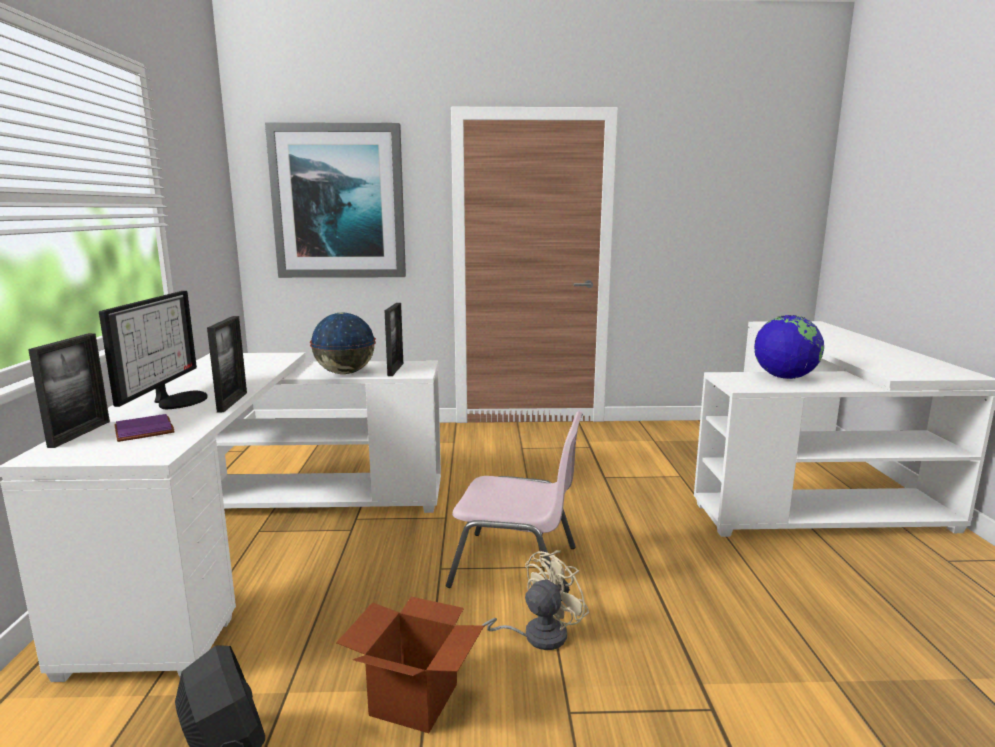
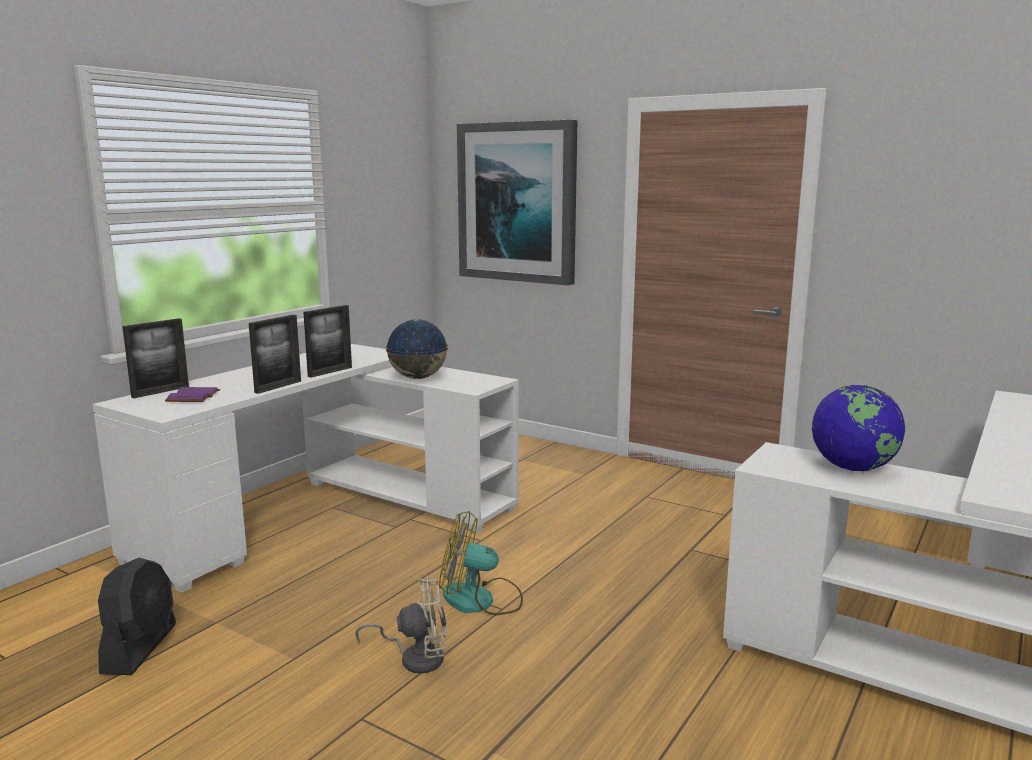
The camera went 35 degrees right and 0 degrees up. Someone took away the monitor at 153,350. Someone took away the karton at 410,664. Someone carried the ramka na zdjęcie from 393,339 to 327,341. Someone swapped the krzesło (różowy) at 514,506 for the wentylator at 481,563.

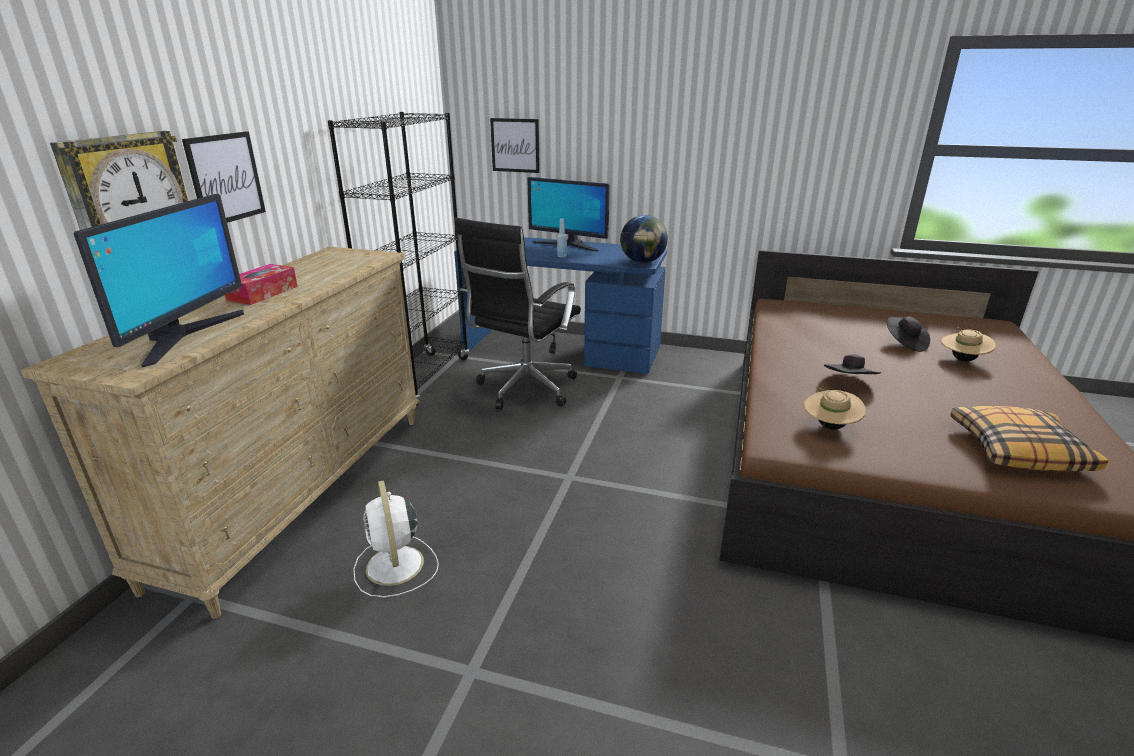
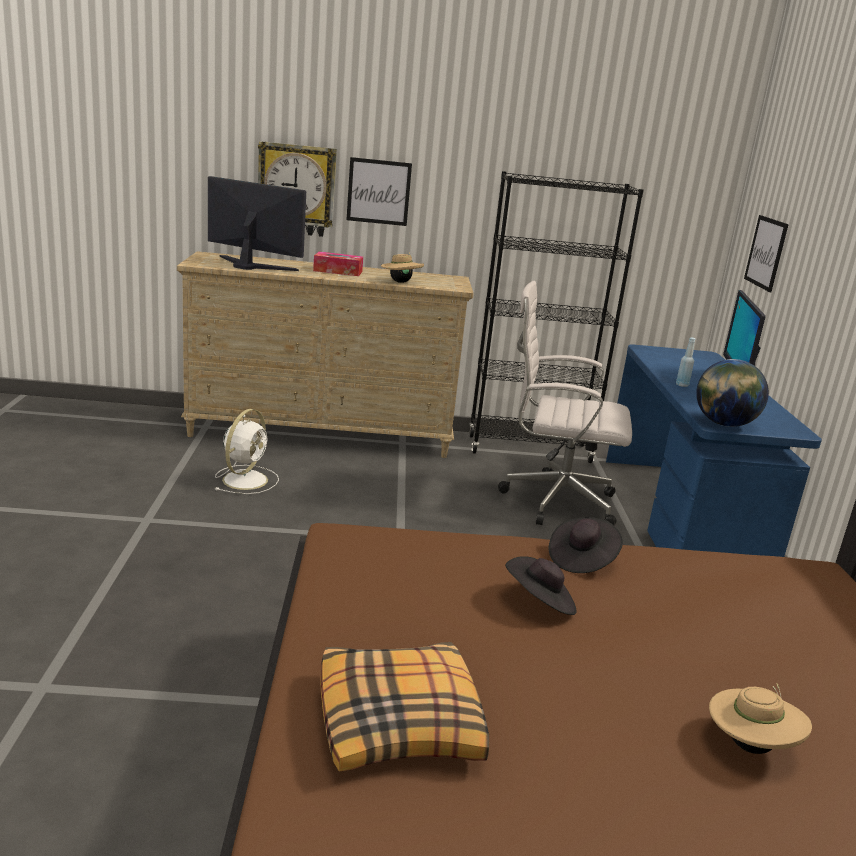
The camera went 70 degrees right and 5 degrees down. Someone carried the kapelusz (beżowy) from 834,409 to 402,268. Someone carried the kapelusz (czarny) from 908,334 to 586,545. Someone repainted the krzesło biurowe (czarny) at 518,314, which became the krzesło biurowe (biały) at 565,403. Someone rotated the monitor at 159,280 by 150 degrees counterclockwise. Someone rotated the wentylator (biały) at 396,538 by 150 degrees clockwise.

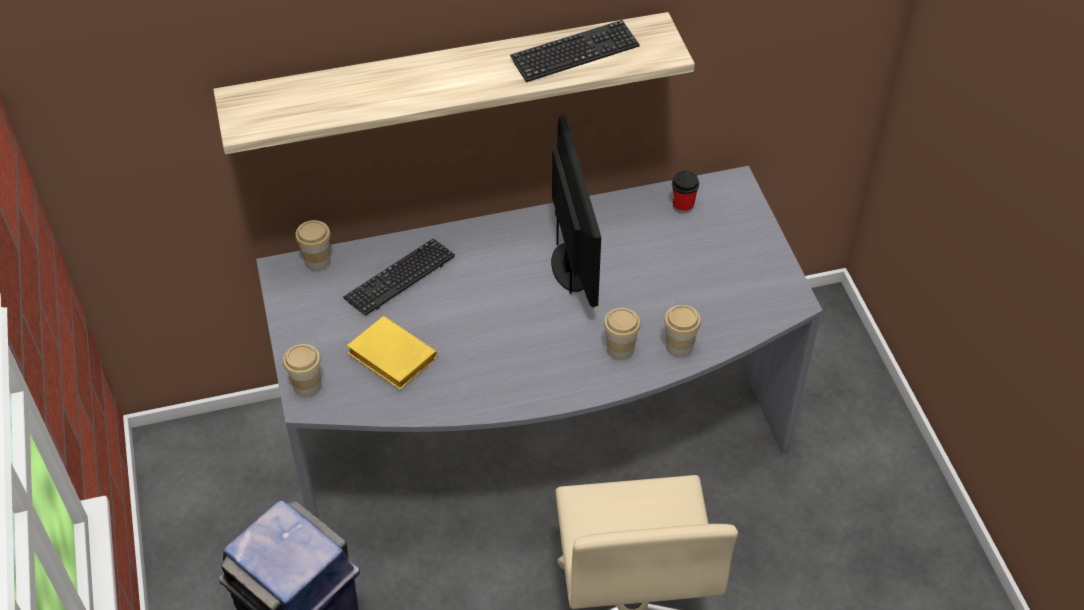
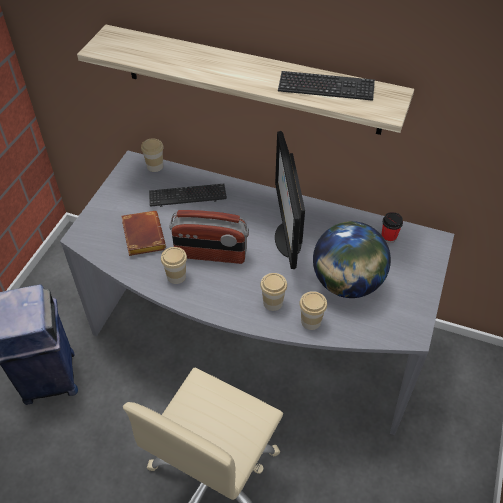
The camera went 35 degrees right and 0 degrees up. Someone put down the radio at 209,237. Someone put down the globus at 352,259. Someone carried the filiżanka from 302,370 to 174,265. Someone repainted the książka (żółty) at 392,353, which became the książka (brązowy) at 143,233. Someone rotated the monitor at 576,212 by 150 degrees clockwise.

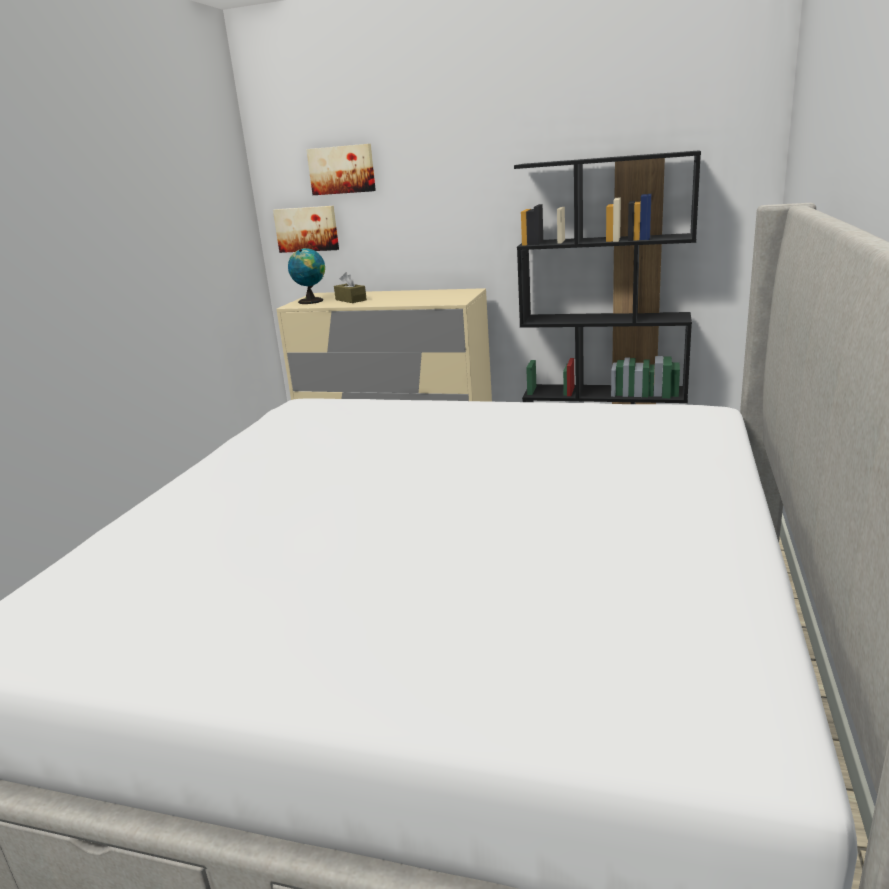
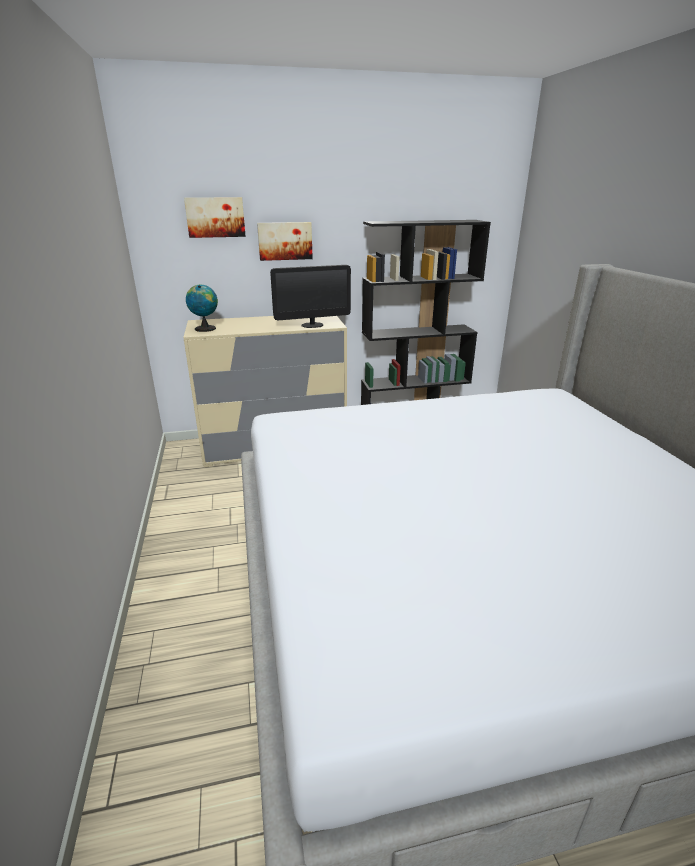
The camera went 30 degrees left and 5 degrees up. Someone took away the pudełko chusteczek (brązowy) at 350,287. Someone put down the monitor at 310,296. Someone carried the obraz from 306,229 to 285,241.

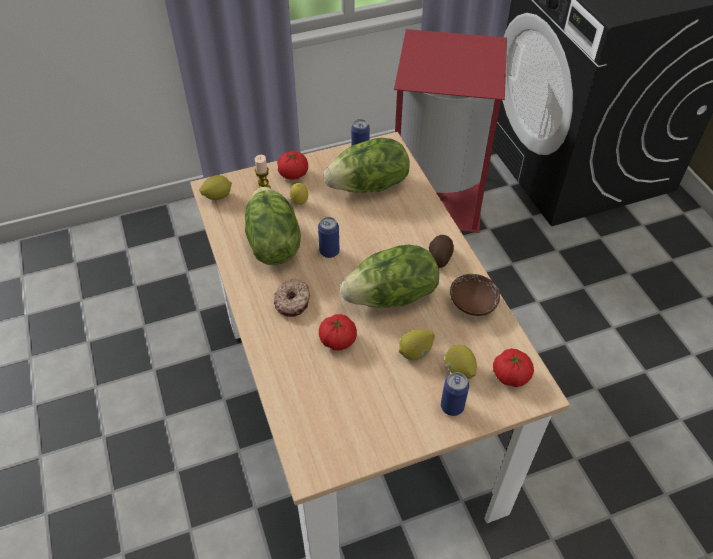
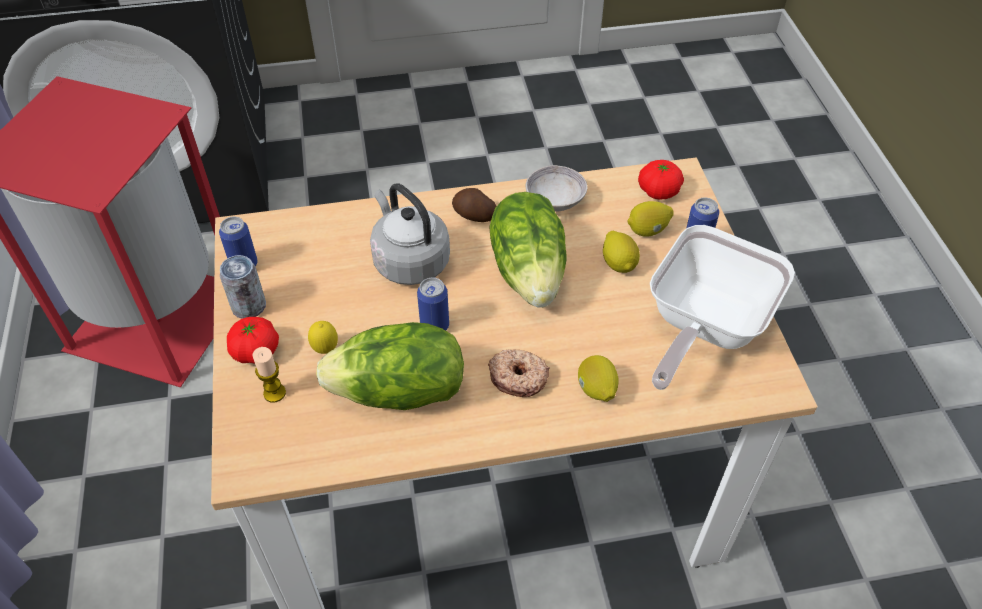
The camera went 80 degrees left and 0 degrees up. Someone took away the pomidor at 338,332. Someone took away the sałata at 367,165. Someone put down the puszka at 243,287. Someone put down the czajnik (szary) at 410,234. Someone put down the patelnia at 722,307. Someone carried the cytryna from 215,187 to 598,378. Someone repainted the miska (brązowy) at 475,295, which became the miska (szary) at 556,188.

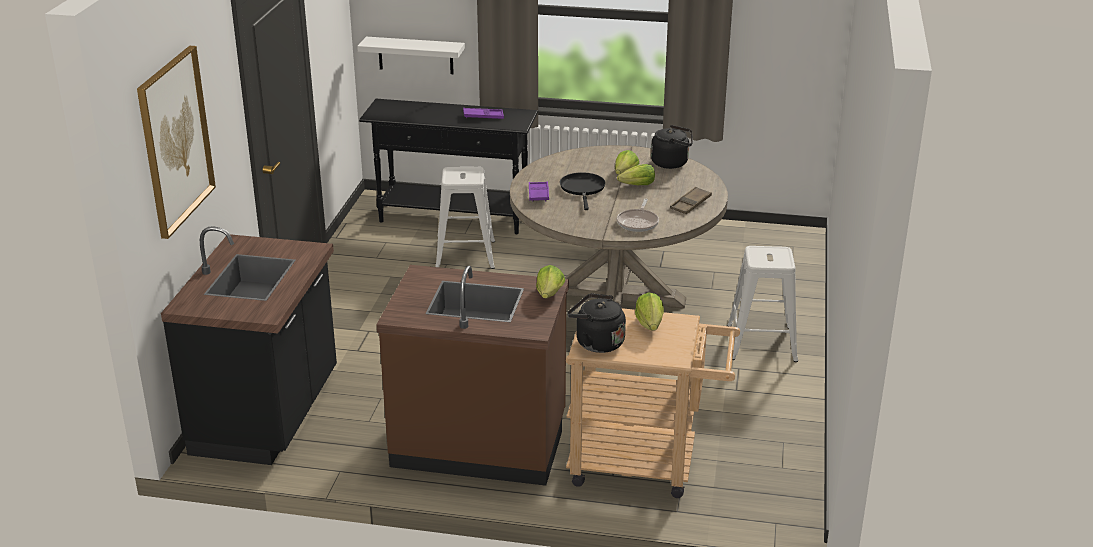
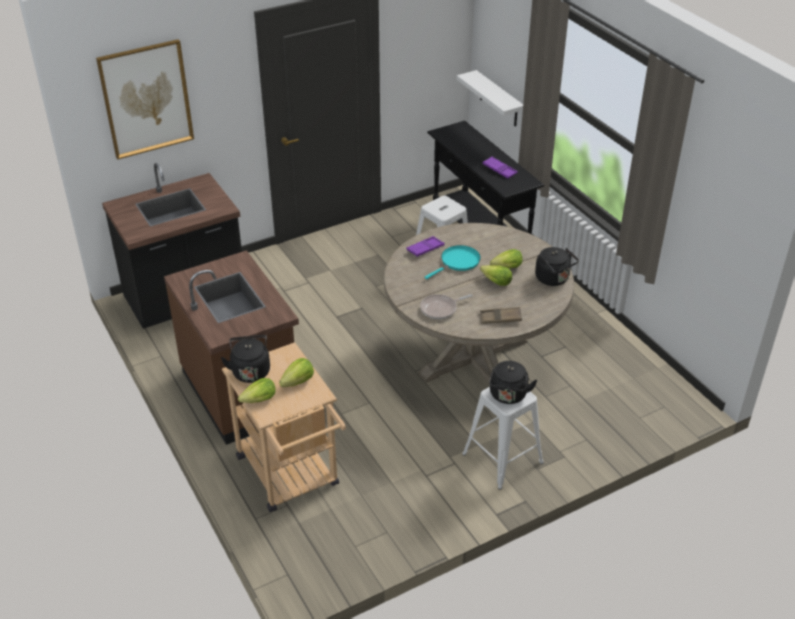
The camera went 50 degrees right and 10 degrees up. Someone put down the czajnik (czarny) at 513,382. Someone carried the sałata from 550,282 to 257,390. Someone repainted the patelnia (czarny) at 583,191, which became the patelnia (turkusowy) at 453,262.

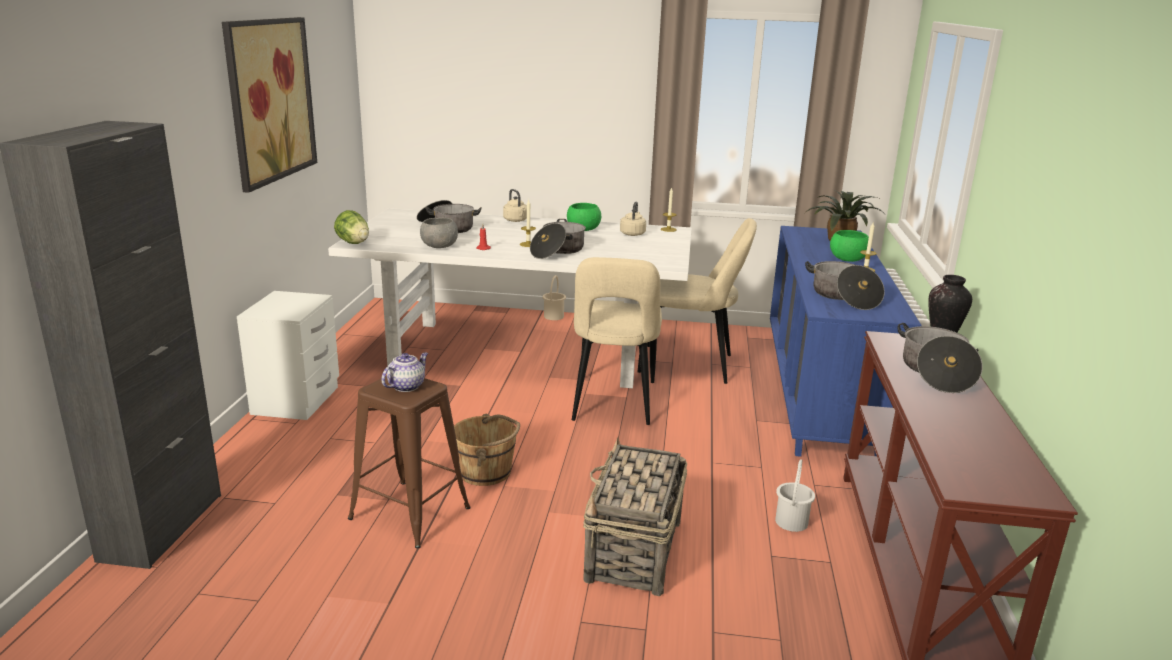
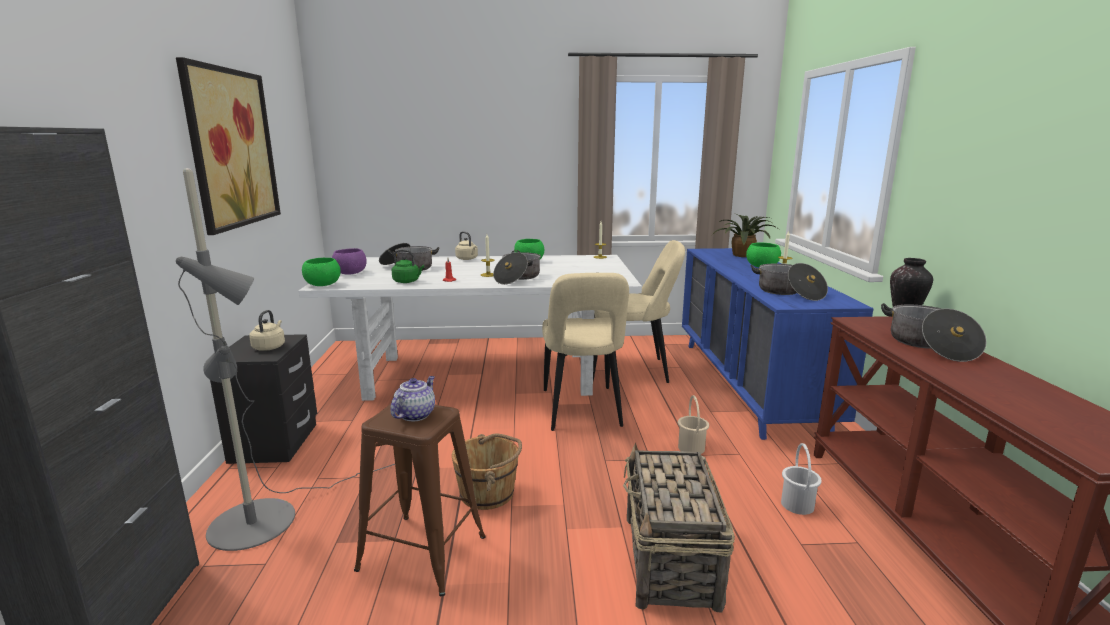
The camera went 10 degrees left and 5 degrees down. Someone put down the lampa stojąca (szary) at 285,359. Someone put down the miska (fioletowy) at 349,261. Someone carried the wiadro (beżowy) from 554,297 to 693,424. Someone carried the czajnik (beżowy) from 633,219 to 267,330. Someone swapped the sałata at 351,227 for the miska (zielony) at 321,272. Someone swapped the miska (szary) at 439,233 for the czajnik (zielony) at 408,266. Someone repainted the szafka nocna (biały) at 288,355, which became the szafka nocna (czarny) at 263,399.

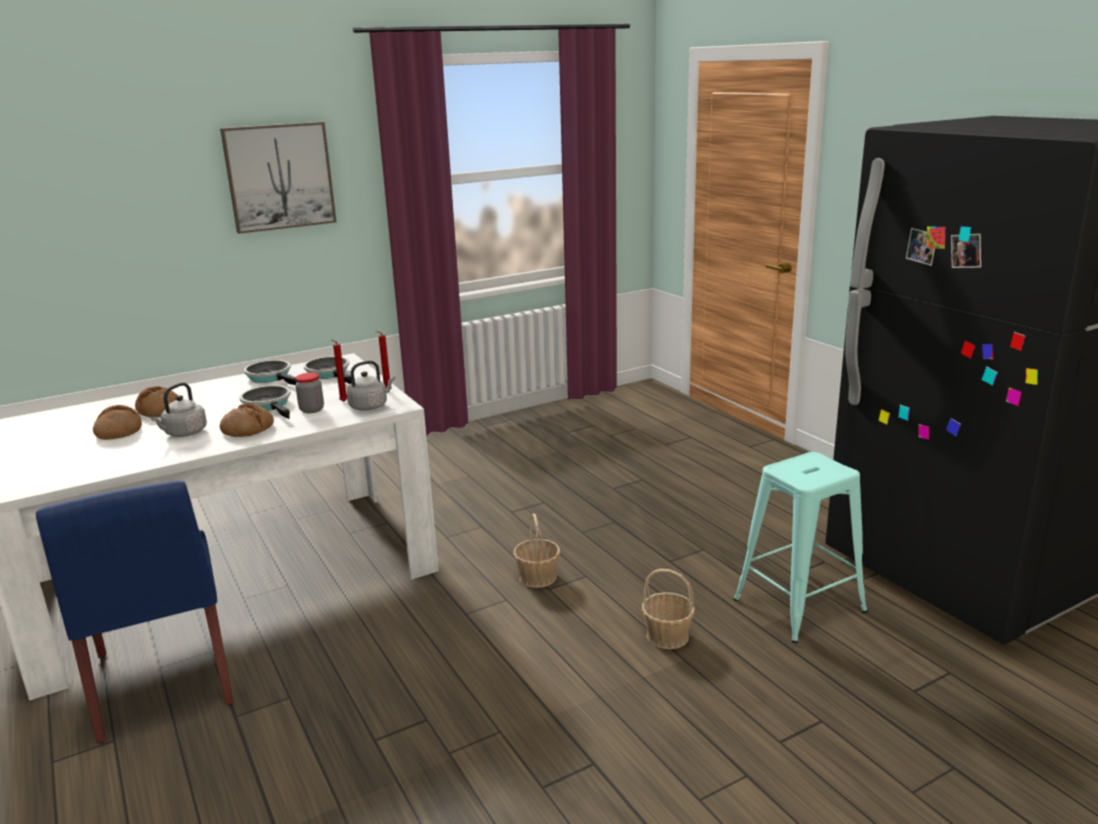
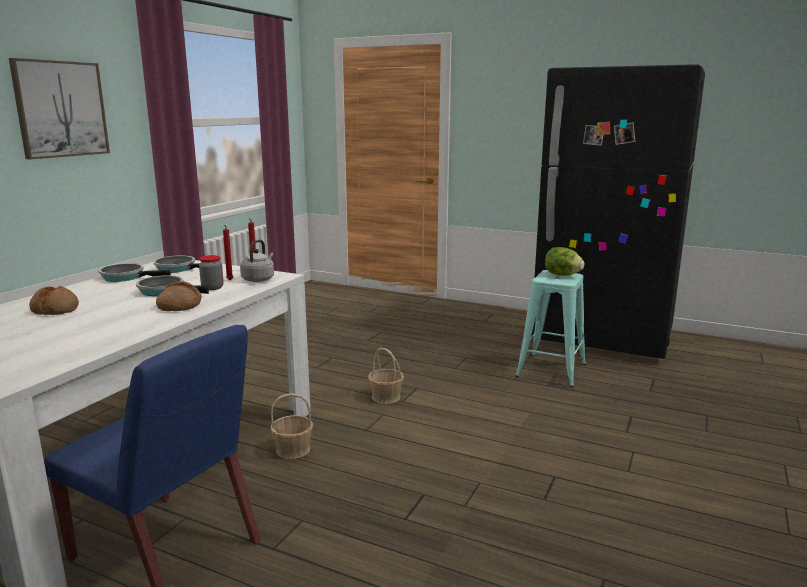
The camera went 35 degrees left and 5 degrees down. Someone took away the chleb at 117,422. Someone took away the czajnik (szary) at 179,410. Someone put down the sałata at 565,261. Someone carried the koszyk from 668,609 to 291,426.

